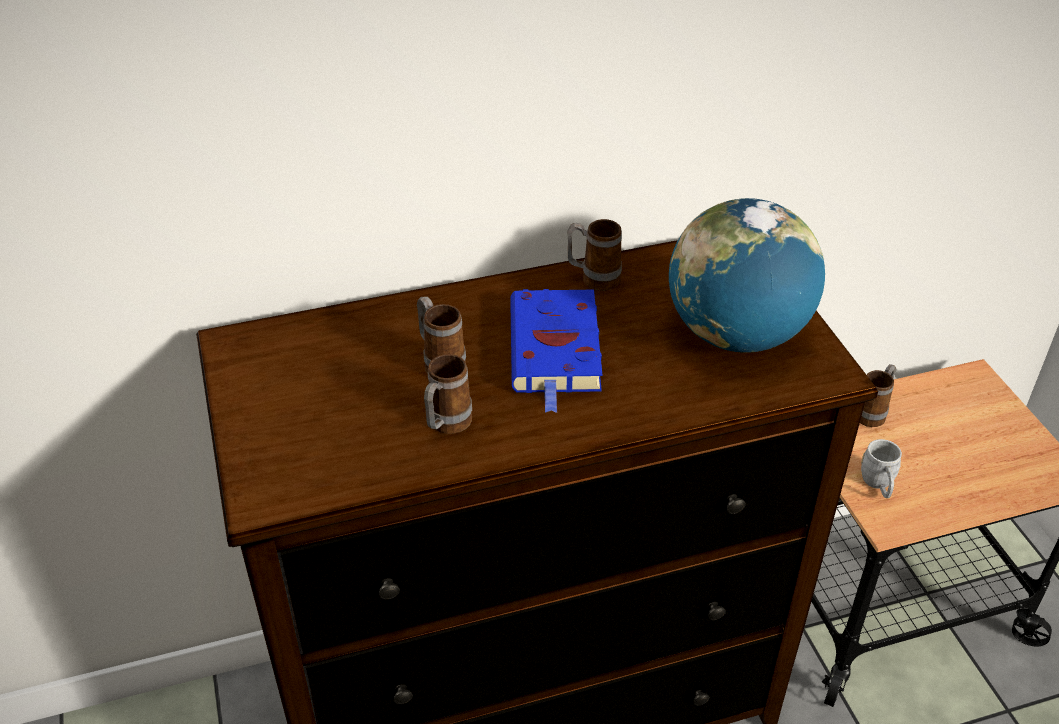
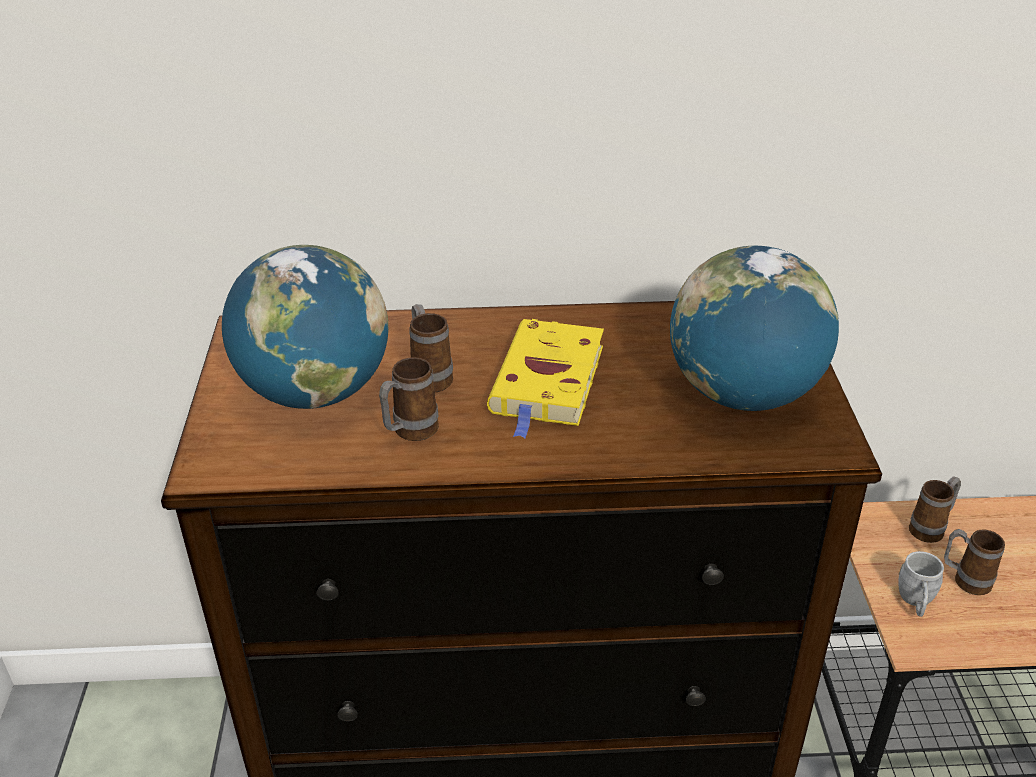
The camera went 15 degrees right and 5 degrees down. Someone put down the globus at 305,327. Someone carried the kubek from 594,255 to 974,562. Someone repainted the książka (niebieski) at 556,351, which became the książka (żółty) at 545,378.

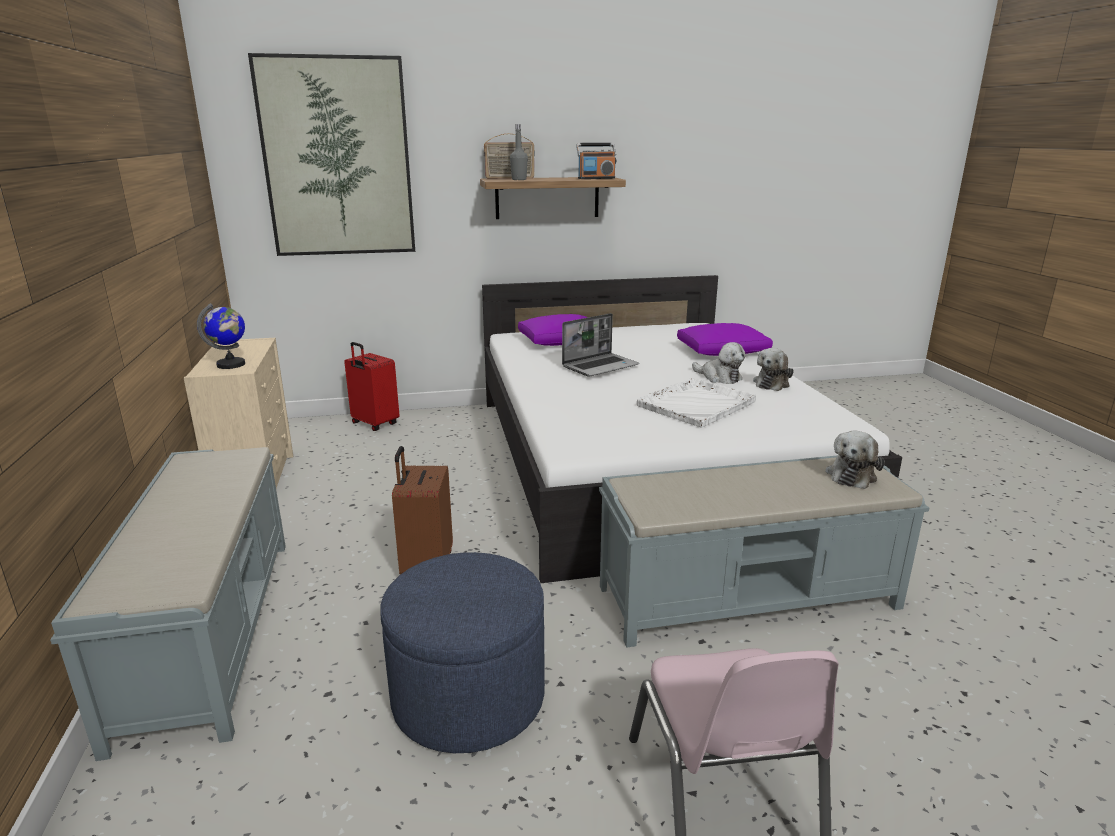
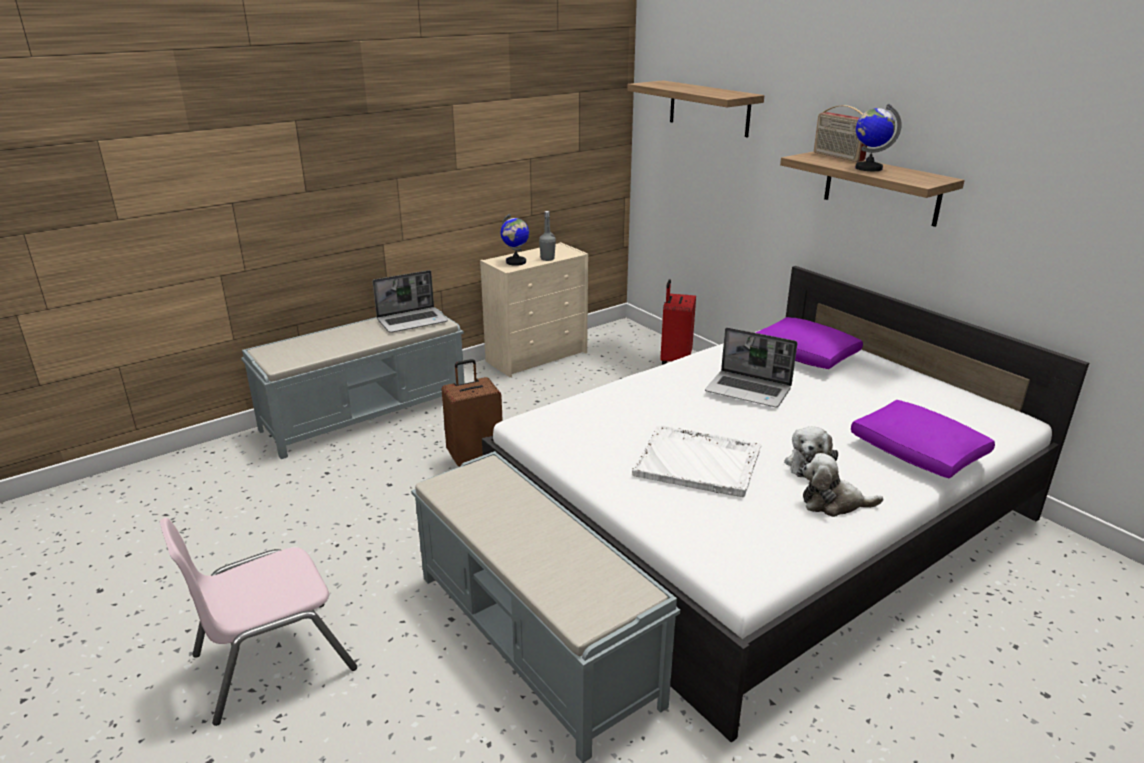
The camera went 65 degrees right and 5 degrees up. Someone took away the pufa (niebieski) at 462,652. Someone took away the radio at 596,161. Someone took away the pluszak at 855,460. Someone put down the laptop at 410,301. Someone put down the globus at 878,137. Someone carried the butelka (szary) from 519,152 to 547,236. Someone swapped the obraz at 331,154 for the półka at 695,108.

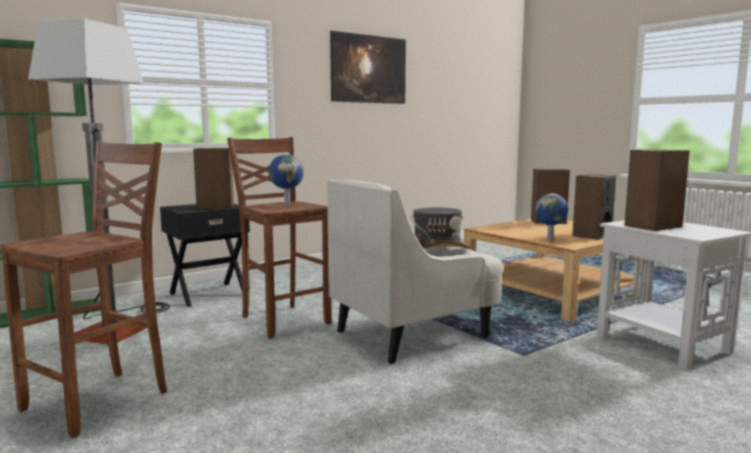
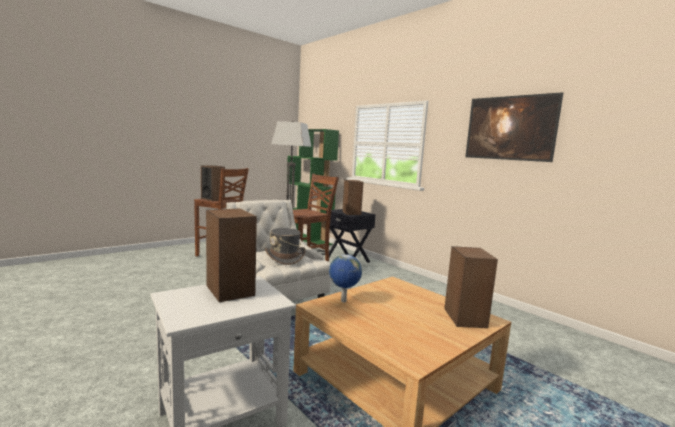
The camera went 85 degrees right and 0 degrees up. Someone took away the globus at 286,179. Someone carried the głośnik from 594,207 to 213,183.

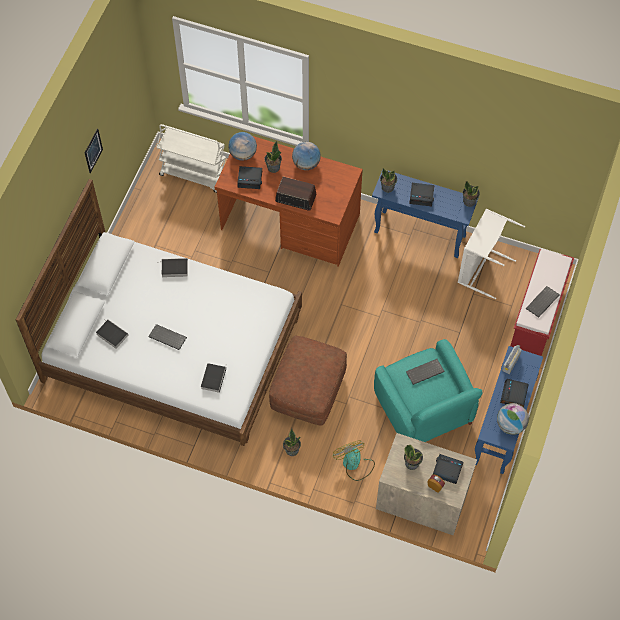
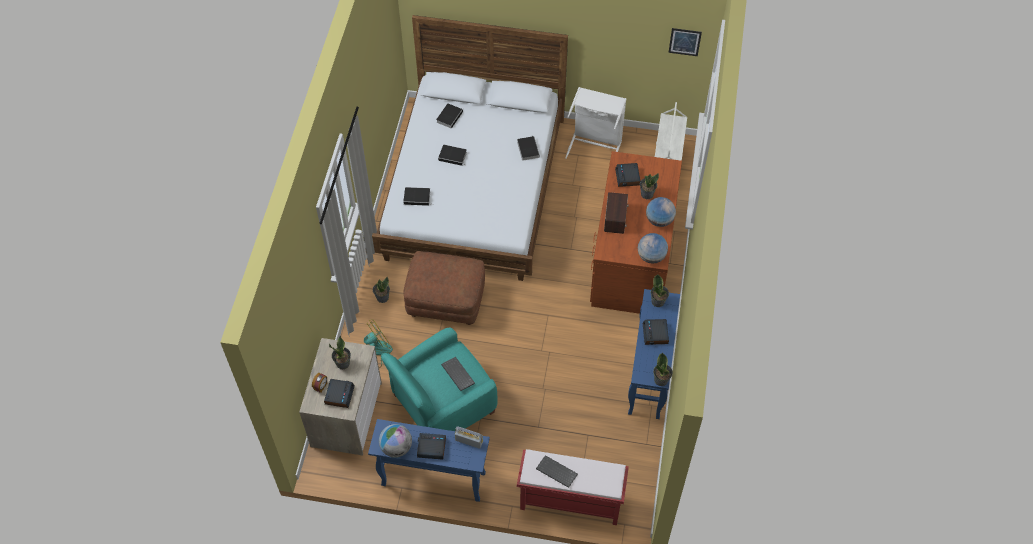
The camera went 80 degrees right and 5 degrees down. Someone carried the obraz from 94,151 to 685,42. Someone carried the globus from 242,146 to 653,248. Someone carried the kosz na pranie (biały) from 491,254 to 596,123. Someone swapped the klawiatura at 167,337 for the książka at 452,155.

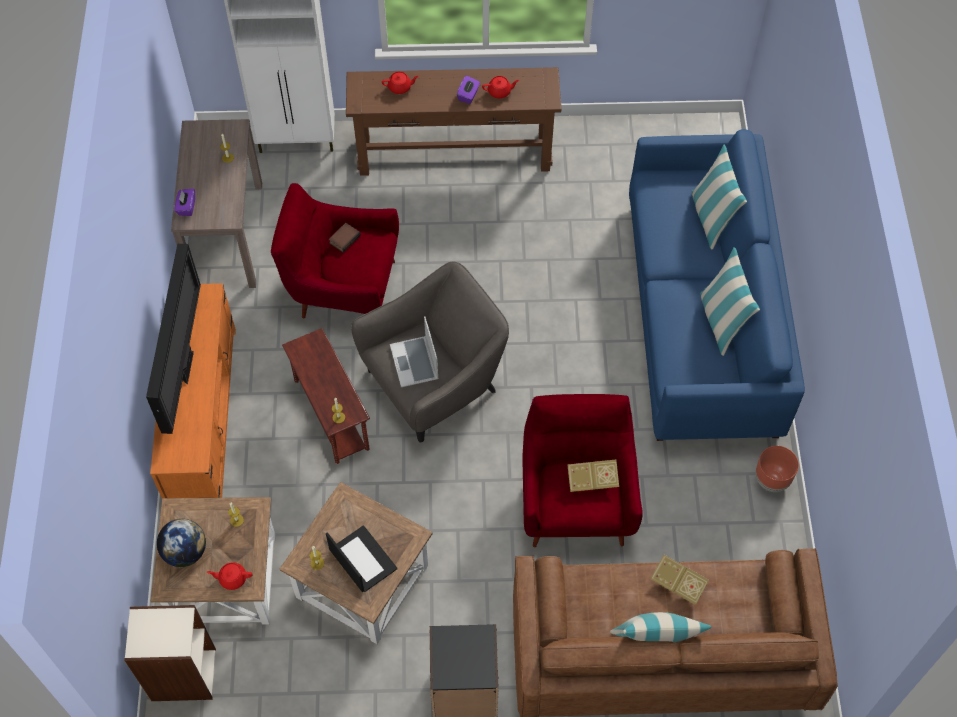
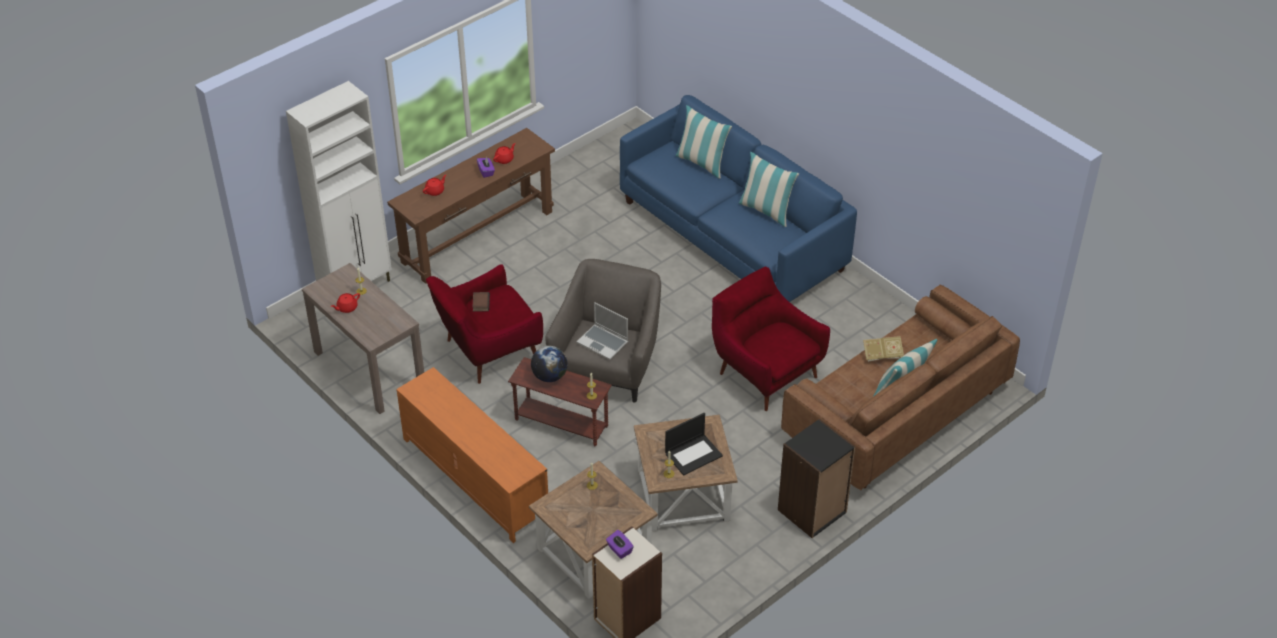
The camera went 40 degrees left and 15 degrees down. Someone took away the telewizor at 173,339. Someone took away the książka at 593,475. Someone took away the donica (brązowy) at 777,469. Someone carried the globus from 181,543 to 549,364. Someone carried the pudełko chusteczek (fioletowy) from 185,202 to 620,544. Someone carried the imbryk (czerwony) from 230,576 to 345,303. Someone rotated the laptop at 362,558 by 135 degrees clockwise.

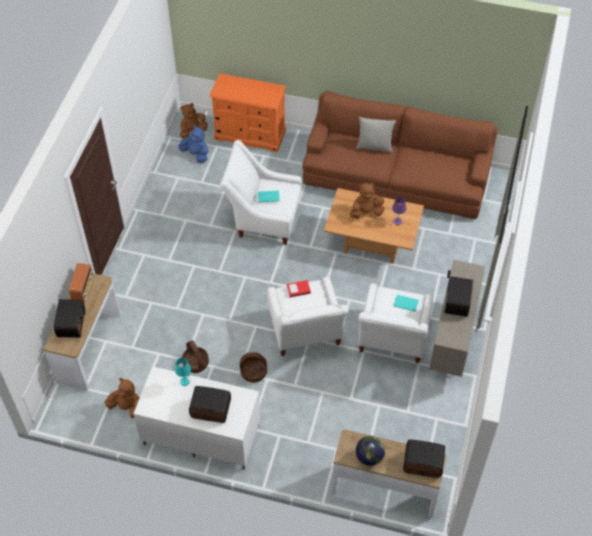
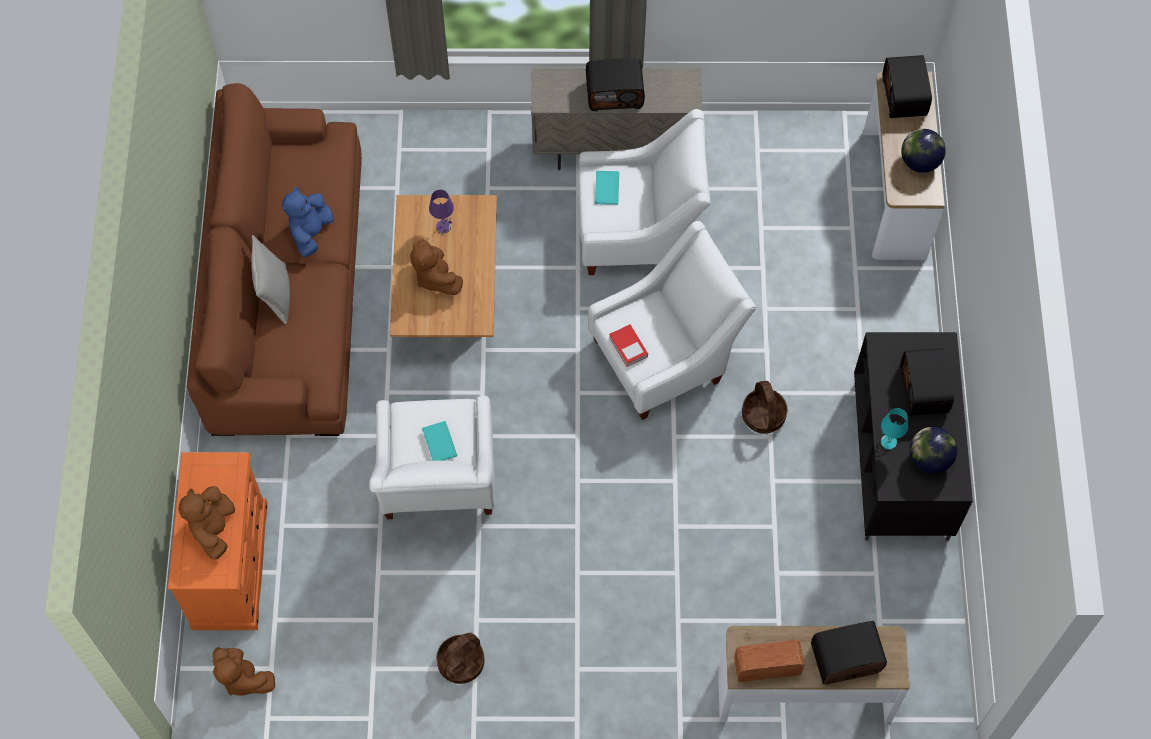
The camera went 105 degrees left and 10 degrees up. Someone put down the globus at 933,450. Someone carried the pluszak (brązowy) from 121,398 to 207,523. Someone carried the pluszak (niebieski) from 193,144 to 308,222. Someone carried the koszyk from 195,356 to 460,658. Someone repainted the szafka pod telewizor (biały) at 196,418, which became the szafka pod telewizor (czarny) at 913,436.

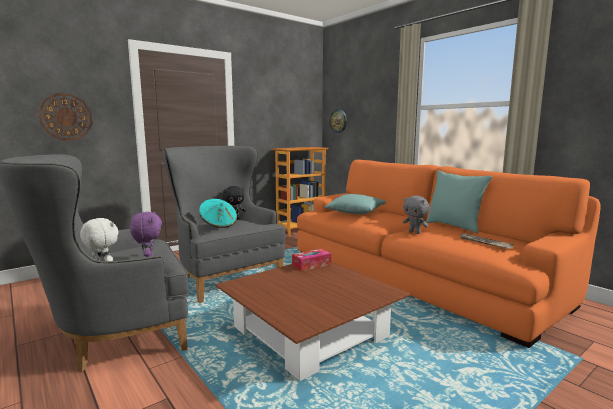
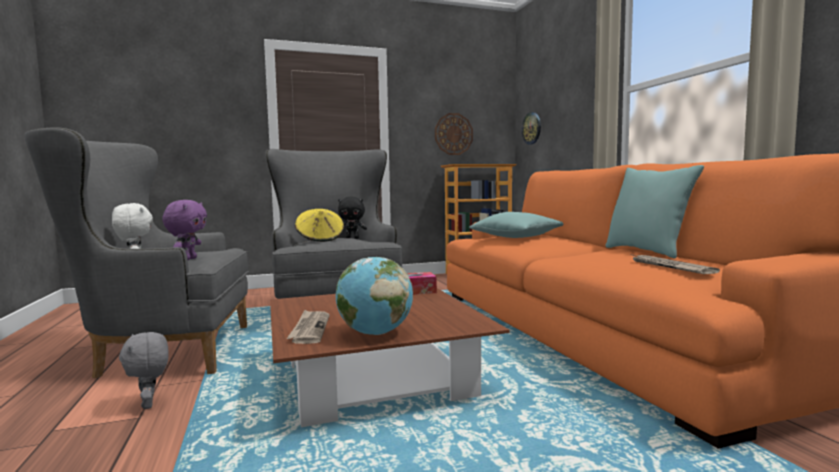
The camera went 20 degrees right and 5 degrees down. Someone put down the gazeta at 308,327. Someone put down the globus at 374,296. Someone carried the zegar ścienny from 65,116 to 454,134. Someone carried the pluszak (szary) from 416,215 to 143,370. Someone repainted the kapelusz (turkusowy) at 218,213, which became the kapelusz (żółty) at 319,225.

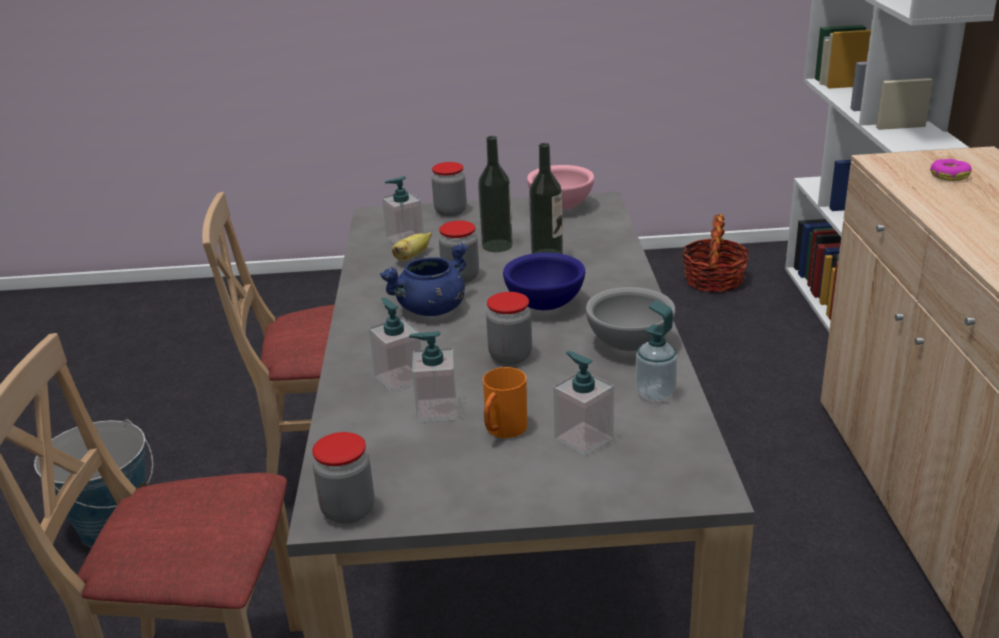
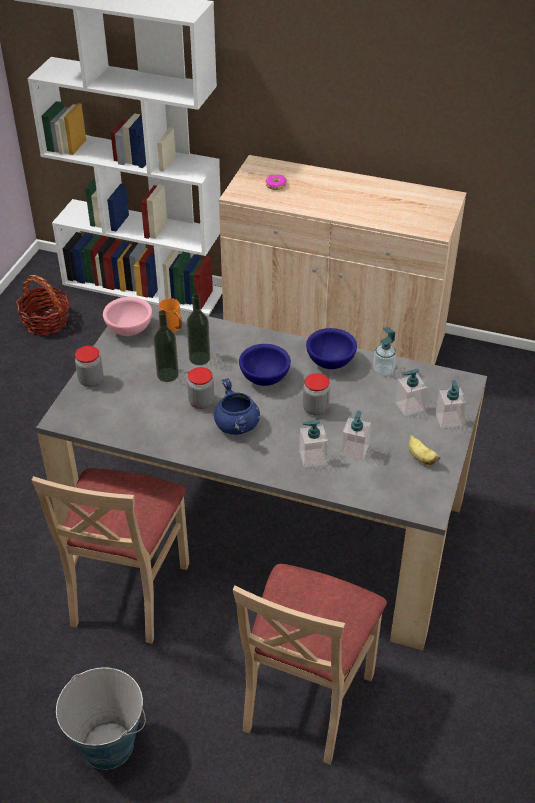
The camera went 70 degrees left and 15 degrees up. Someone took away the słoik at 343,478. Someone carried the dozownik mydła from 403,210 to 451,404. Someone carried the banan from 412,246 to 424,450. Someone carried the kubek (pomarańczowy) from 505,402 to 170,315. Someone repainted the miska (szary) at 631,319, which became the miska (niebieski) at 331,348.

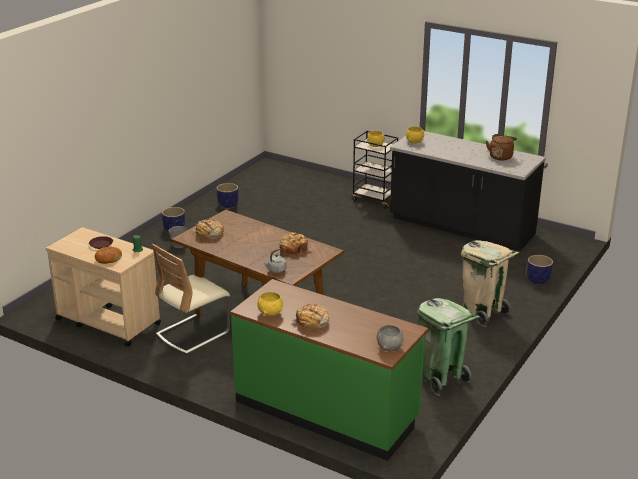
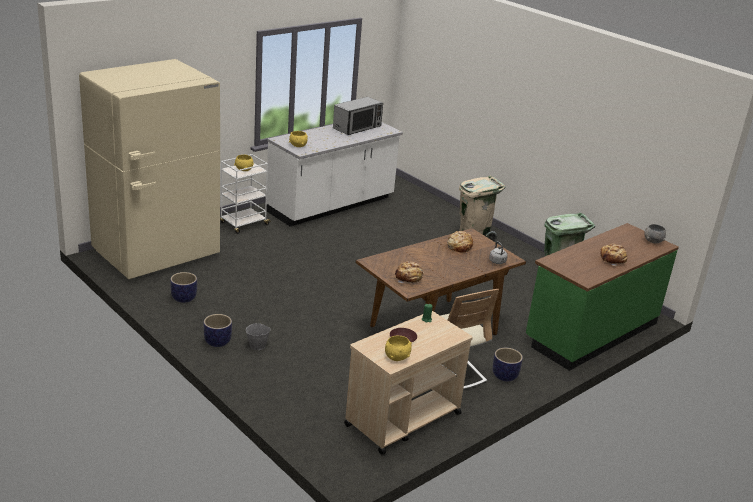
The camera went 75 degrees left and 0 degrees up. Someone took away the chleb at 108,255. Someone put down the lodówka (beżowy) at 149,169. Someone carried the miska (żółty) from 270,304 to 398,348. Someone carried the donica from 540,269 to 507,364. Someone swapped the czajnik (brązowy) at 501,147 for the mikrofalówka at 358,116. Someone repainted the wózek (czarny) at 375,169, which became the wózek (biały) at 245,194. Someone repainted the zabudowa kuchenna (czarny) at 468,191, which became the zabudowa kuchenna (biały) at 335,174.

